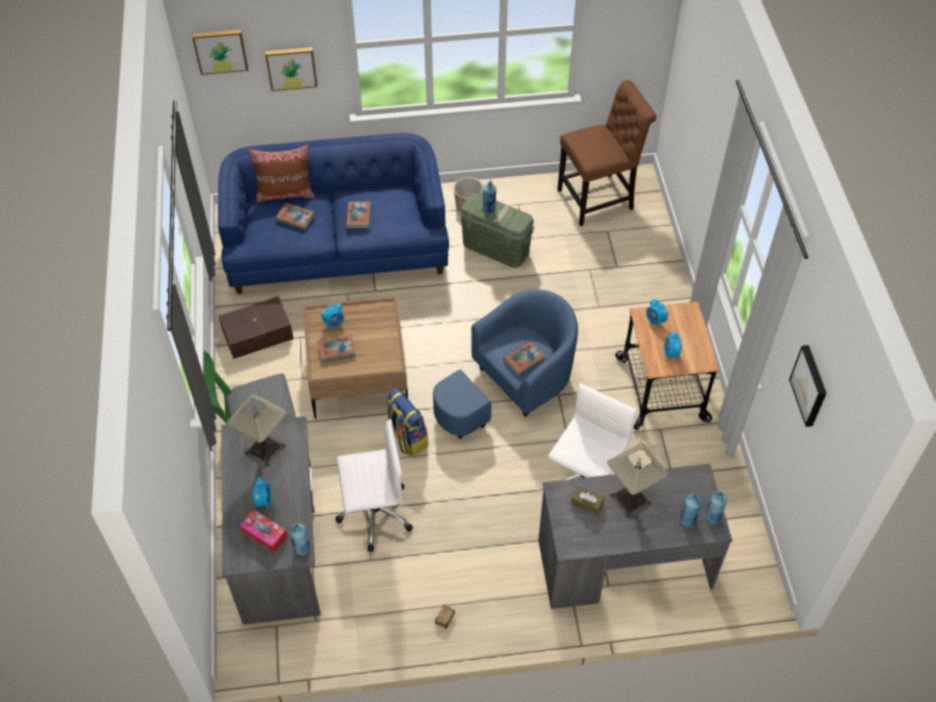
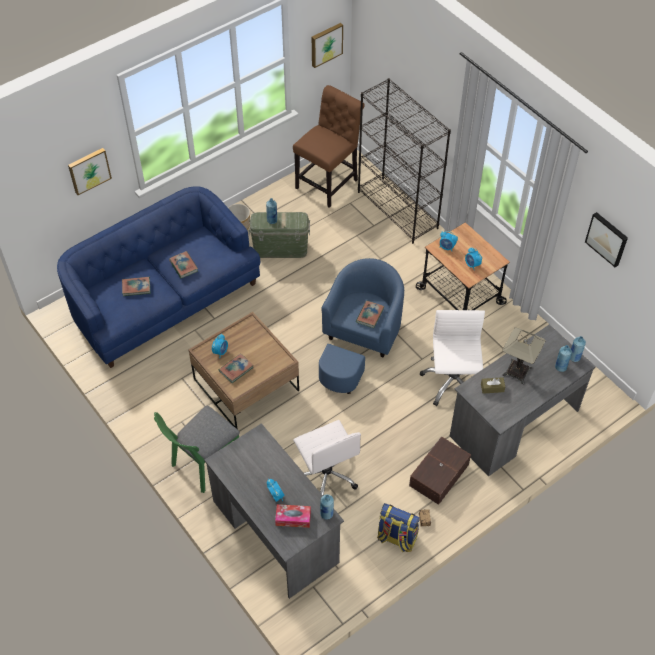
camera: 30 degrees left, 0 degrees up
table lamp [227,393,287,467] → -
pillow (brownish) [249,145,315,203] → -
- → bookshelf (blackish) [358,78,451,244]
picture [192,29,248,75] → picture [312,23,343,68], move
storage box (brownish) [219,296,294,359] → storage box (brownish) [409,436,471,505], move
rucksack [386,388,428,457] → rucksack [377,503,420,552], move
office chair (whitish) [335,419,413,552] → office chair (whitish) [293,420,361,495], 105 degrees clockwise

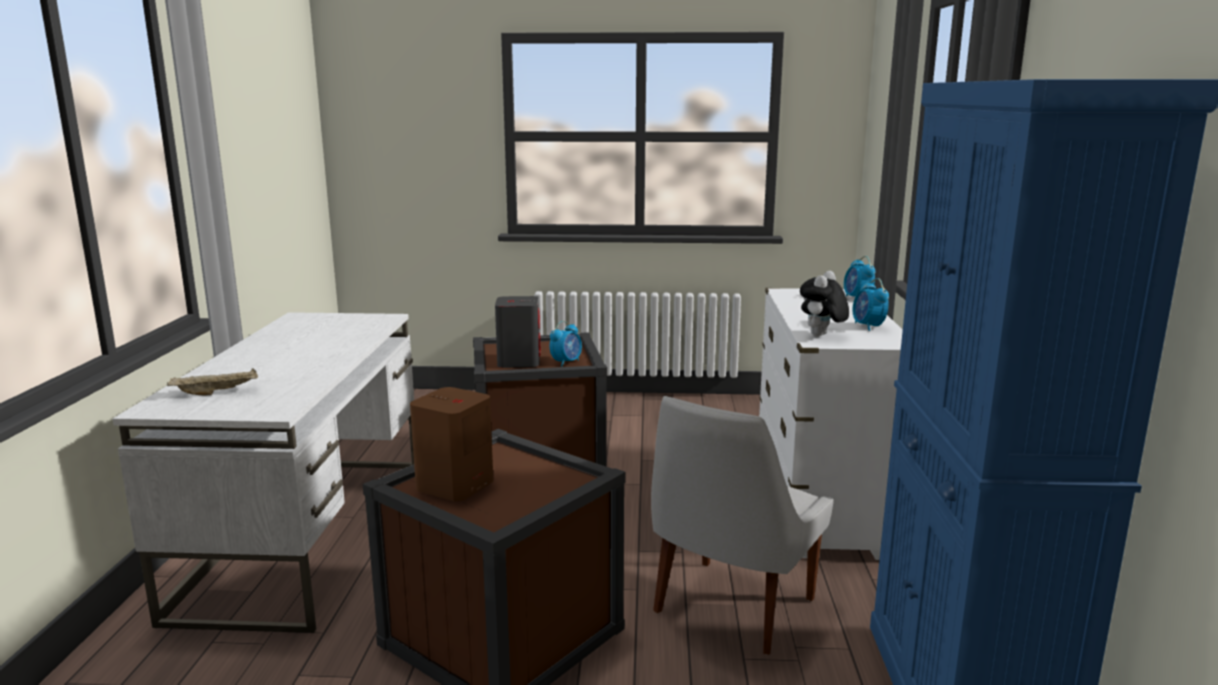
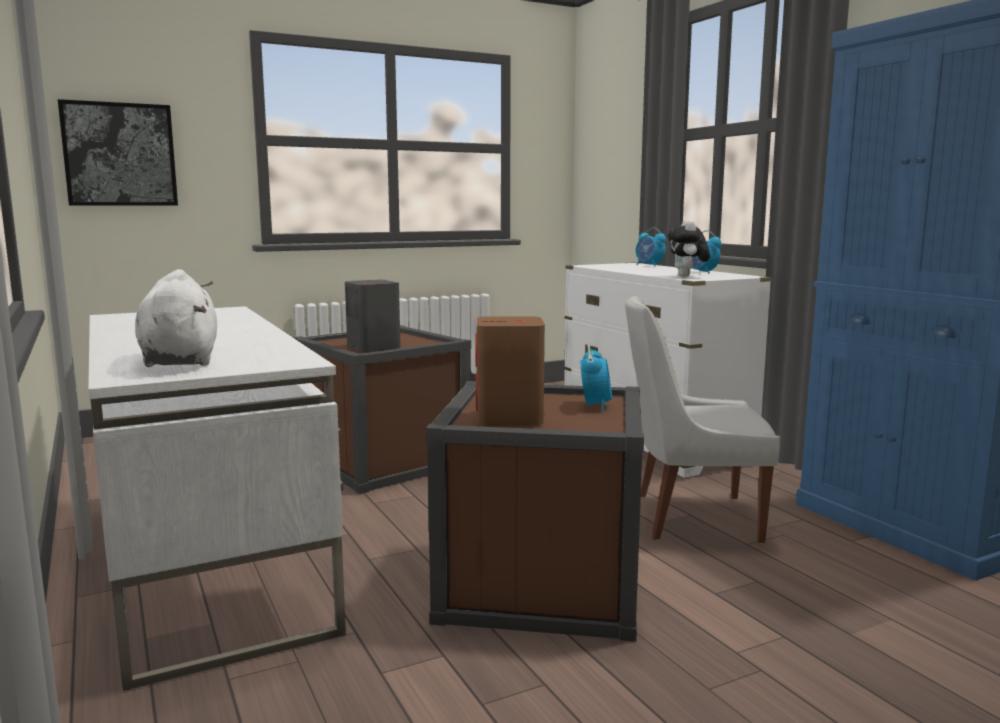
camera: 30 degrees left, 5 degrees down
- → picture [58,99,178,206]
table clock [550,321,582,367] → table clock [580,344,612,411], move
carrying tray (sand-coloured) [167,368,258,395] → plush toy (whitish) [135,269,217,367]
chair (whitish) [651,396,833,655] → chair (whitish) [625,295,780,543], 90 degrees clockwise

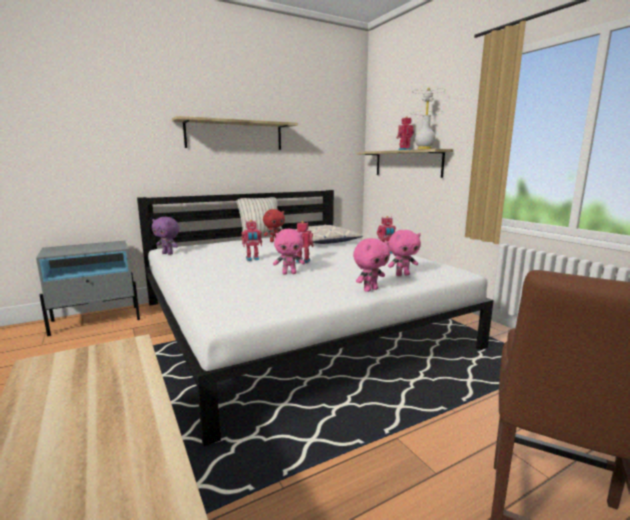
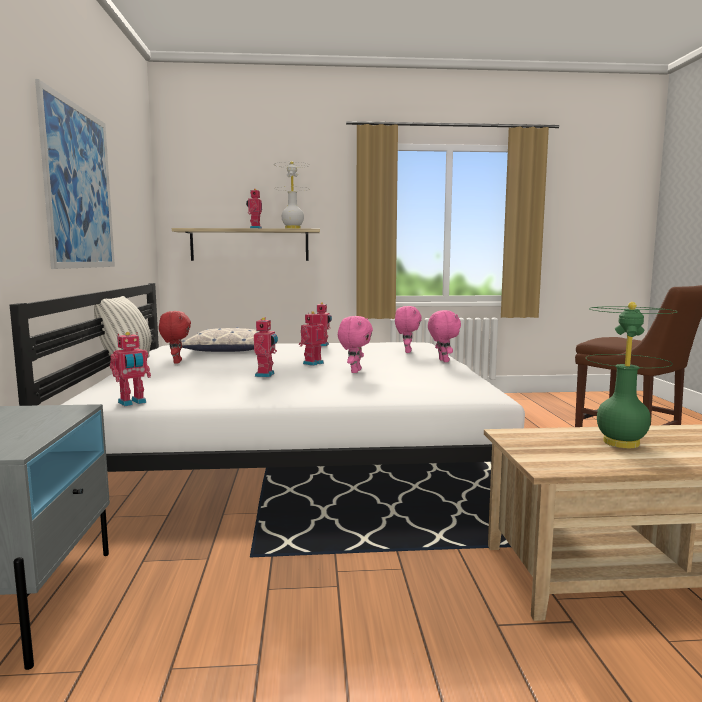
camera: 65 degrees left, 5 degrees down
- → table lamp (green-coloured) [586,302,677,448]
plush toy (purplish) [152,217,179,255] → robot figure [110,332,151,406]
shelf [172,116,298,150] → picture [35,79,115,269]

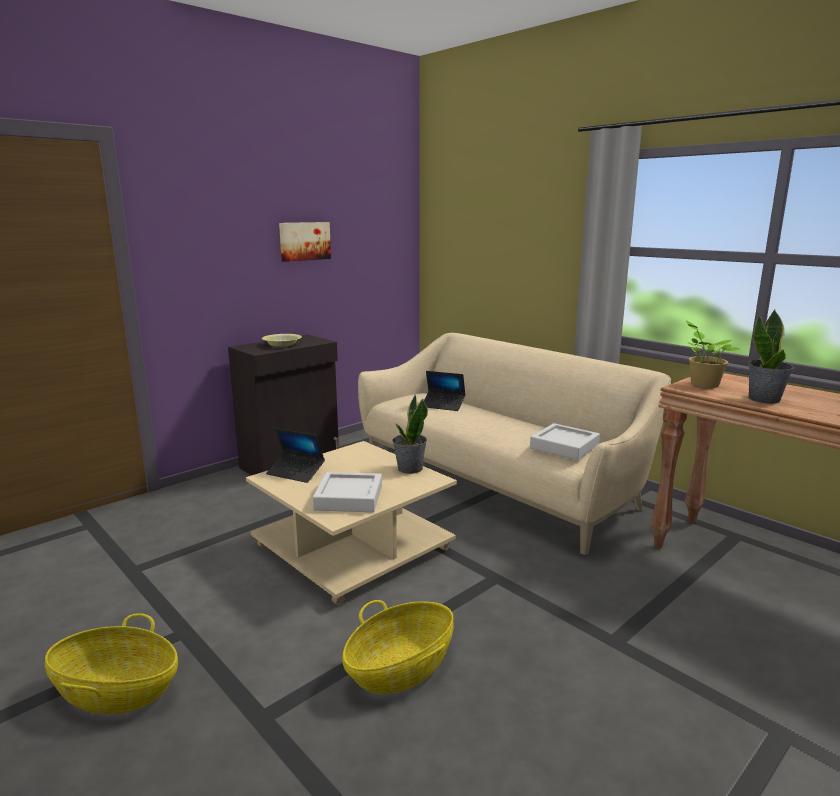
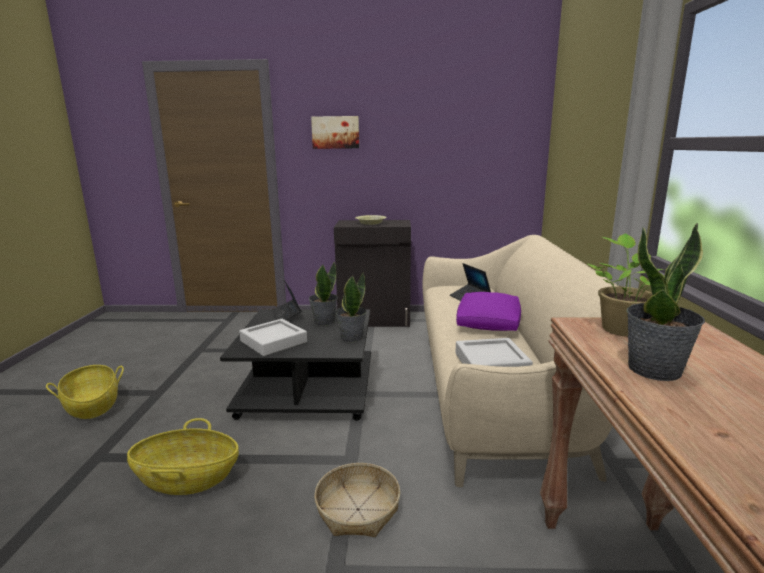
camera: 45 degrees right, 0 degrees up
- → potted plant [309,262,337,326]
- → household basket [314,463,400,537]
- → pillow (purplish) [456,292,521,331]
picture [279,222,331,262] → picture [311,116,359,149], move
lounge table (sand-coloured) [246,441,457,605] → lounge table (blackish) [220,309,371,421]

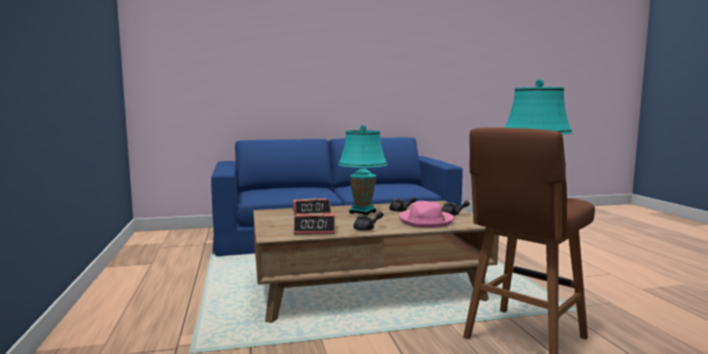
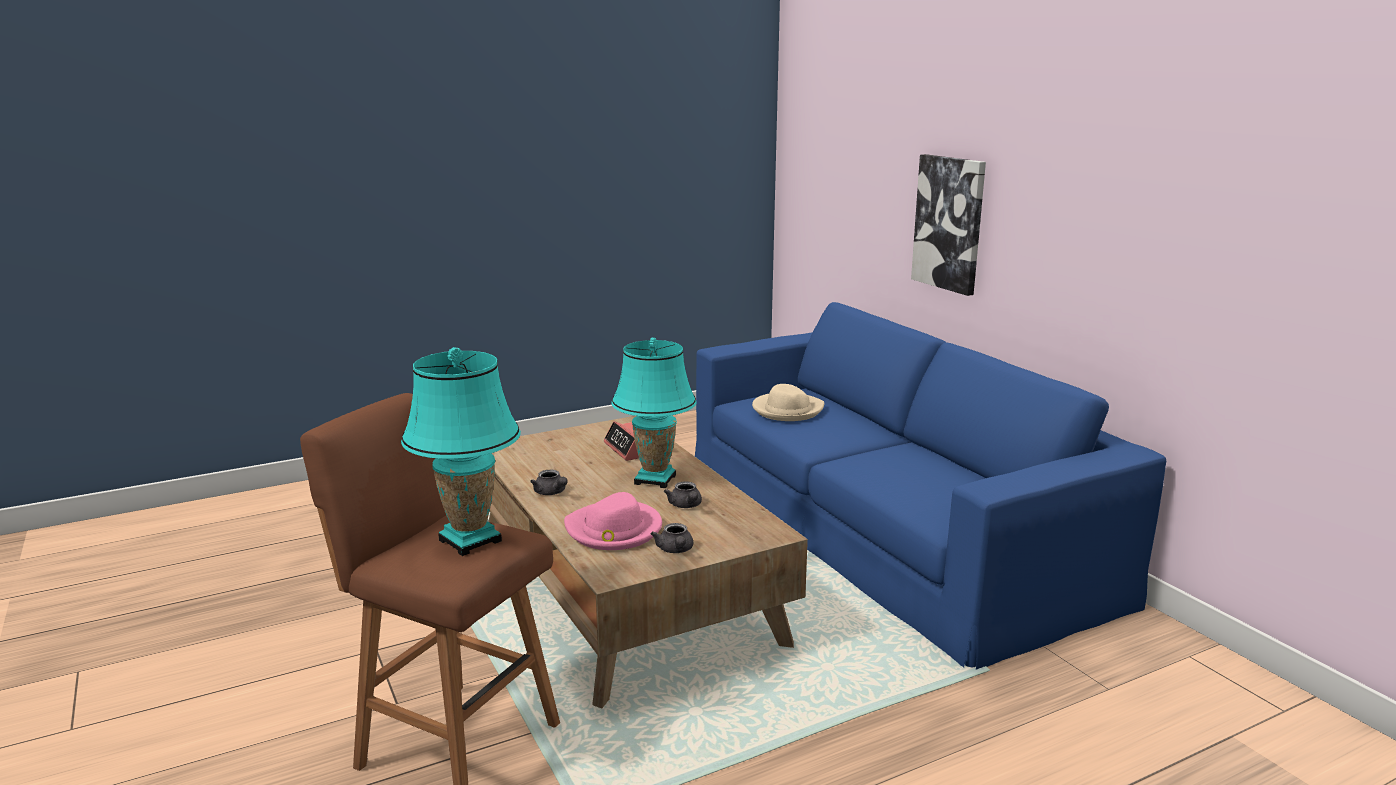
camera: 75 degrees right, 10 degrees up
table clock [294,213,335,234] → -
- → hat (sand-coloured) [752,384,825,421]
- → picture [911,154,986,296]

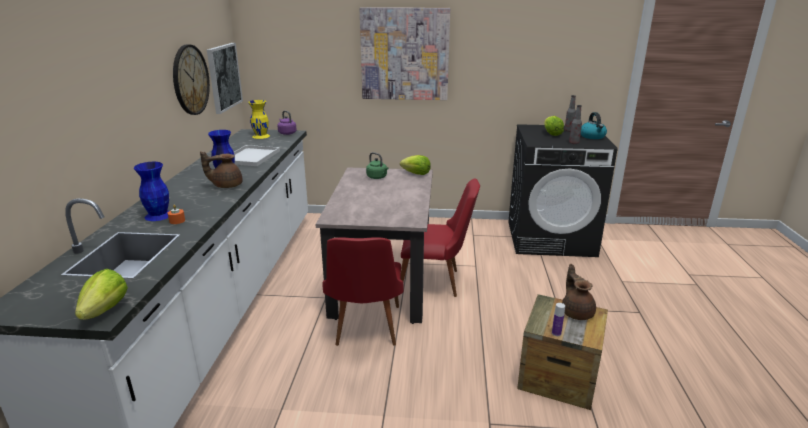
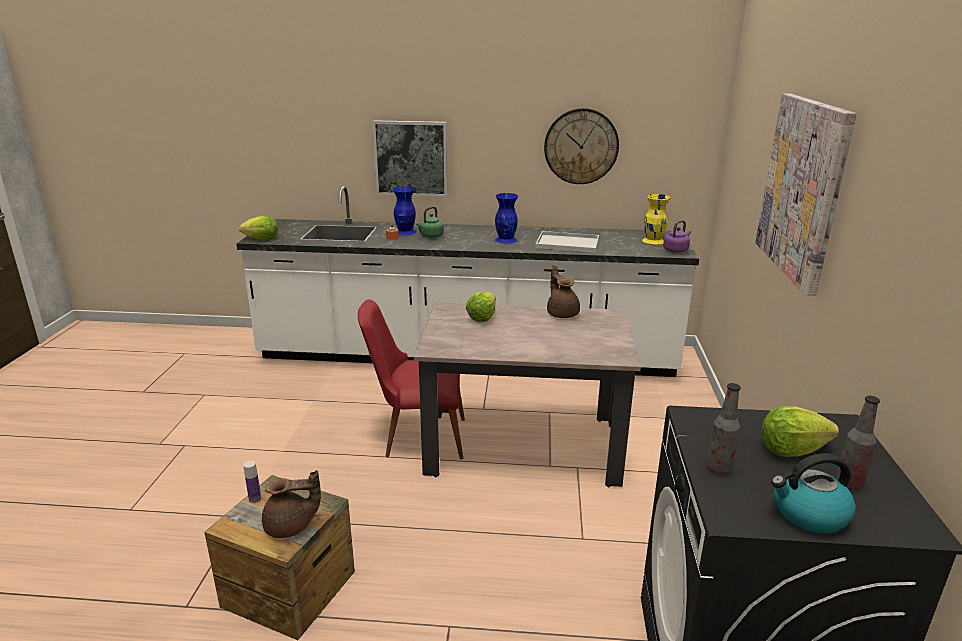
camera: 90 degrees right, 0 degrees up
chair (red-coloured) [401,179,480,297] → -
teapot (brownish) [200,151,243,188] → teapot (brownish) [547,265,580,318], move
picture [207,43,243,114] → picture [372,120,448,197], move
water kettle (green-coloured) [366,152,389,179] → water kettle (green-coloured) [416,207,444,238], move
lettuce head [400,155,430,175] → lettuce head [466,292,496,322], move

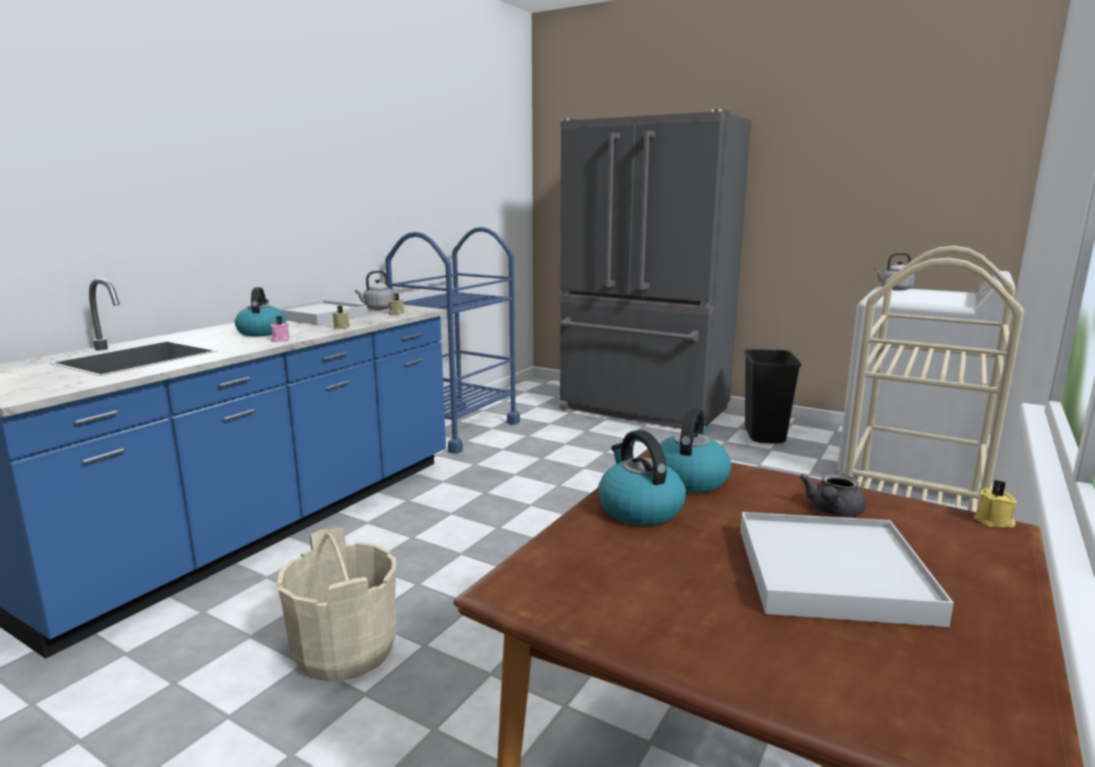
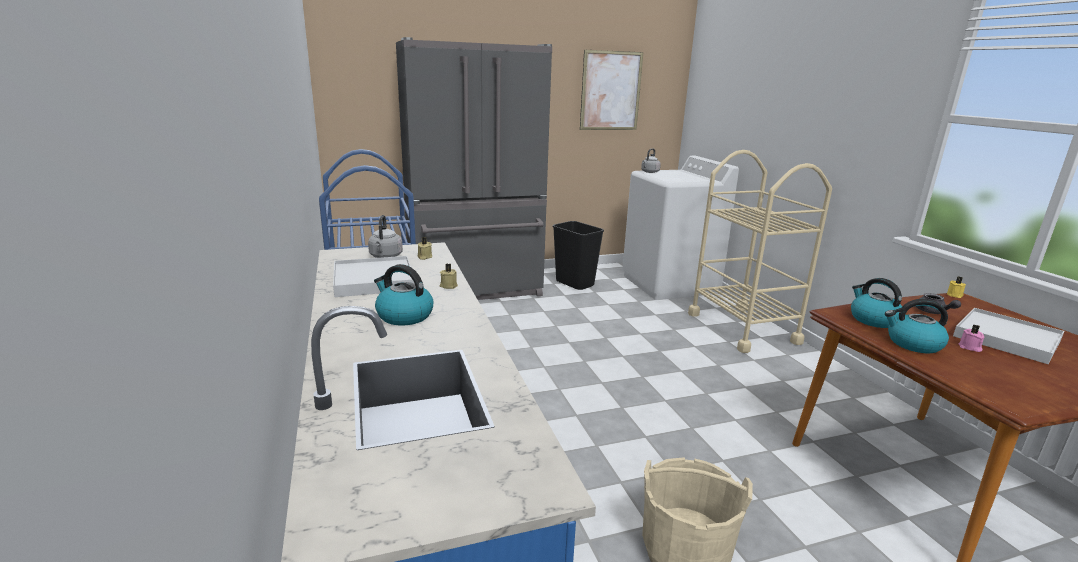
camera: 50 degrees left, 5 degrees up
- → picture [580,50,643,130]
wax light (pink-coloured) [271,316,289,342] → wax light (pink-coloured) [959,324,984,352], move

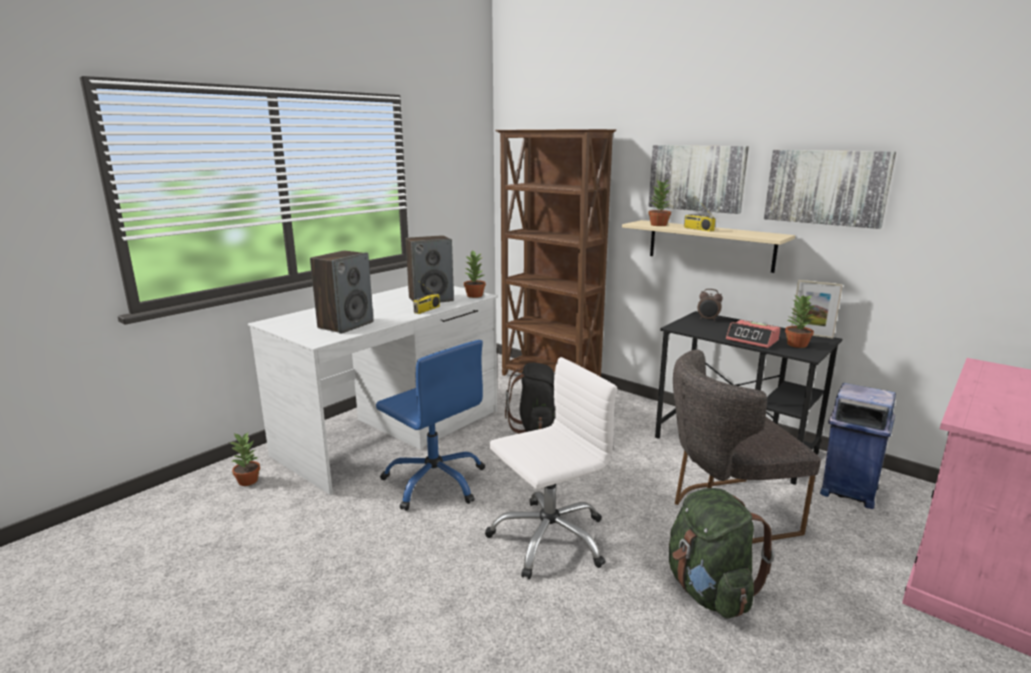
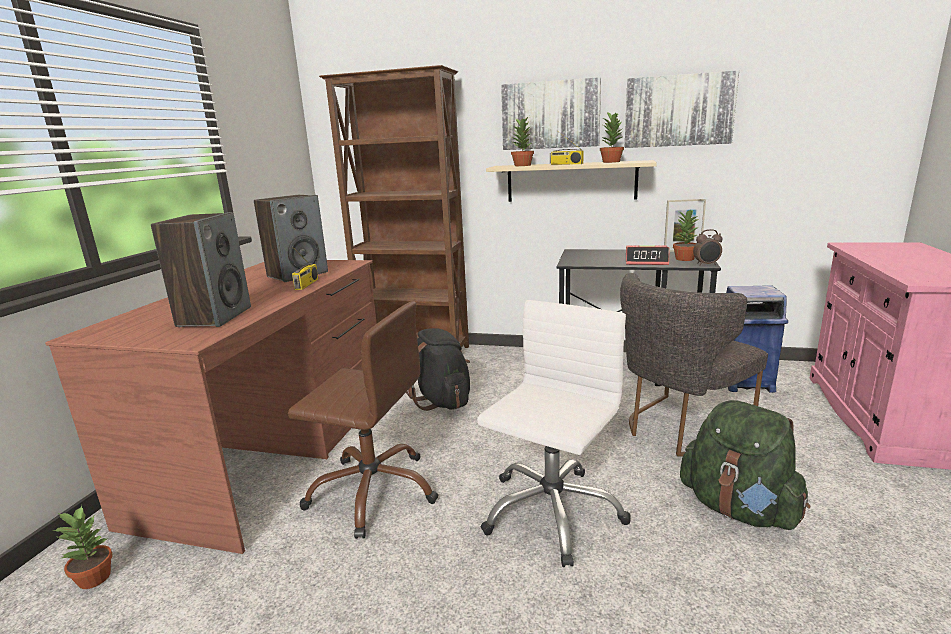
camera: 25 degrees left, 0 degrees up
potted plant [464,250,486,298] → potted plant [600,112,624,163], move
table clock [698,289,723,321] → table clock [693,229,723,266], move
desk (whitish) [248,286,498,495] → desk (brownish) [45,260,377,554]
office chair (blue) [376,340,485,511] → office chair (brownish) [288,301,439,539]

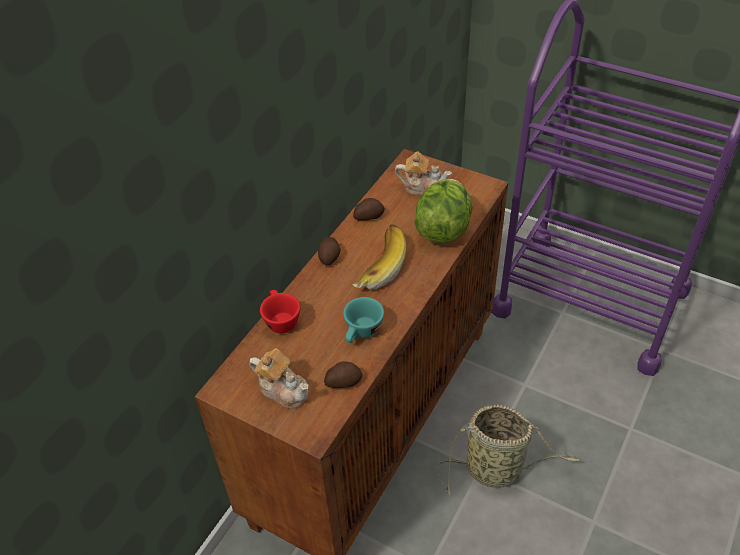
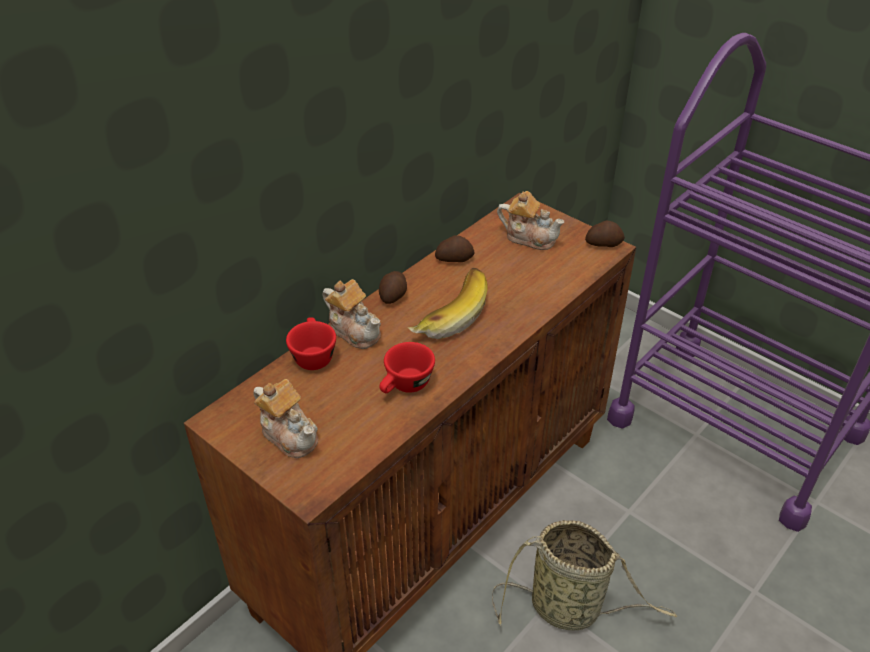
camera: 10 degrees right, 5 degrees down
lettuce head [414,179,472,243] → -
- → teapot [322,279,381,349]
potato [324,361,363,388] → potato [585,221,625,247], move
cup (turquoise-coloured) [343,297,384,343] → cup (red-coloured) [379,342,435,393]

